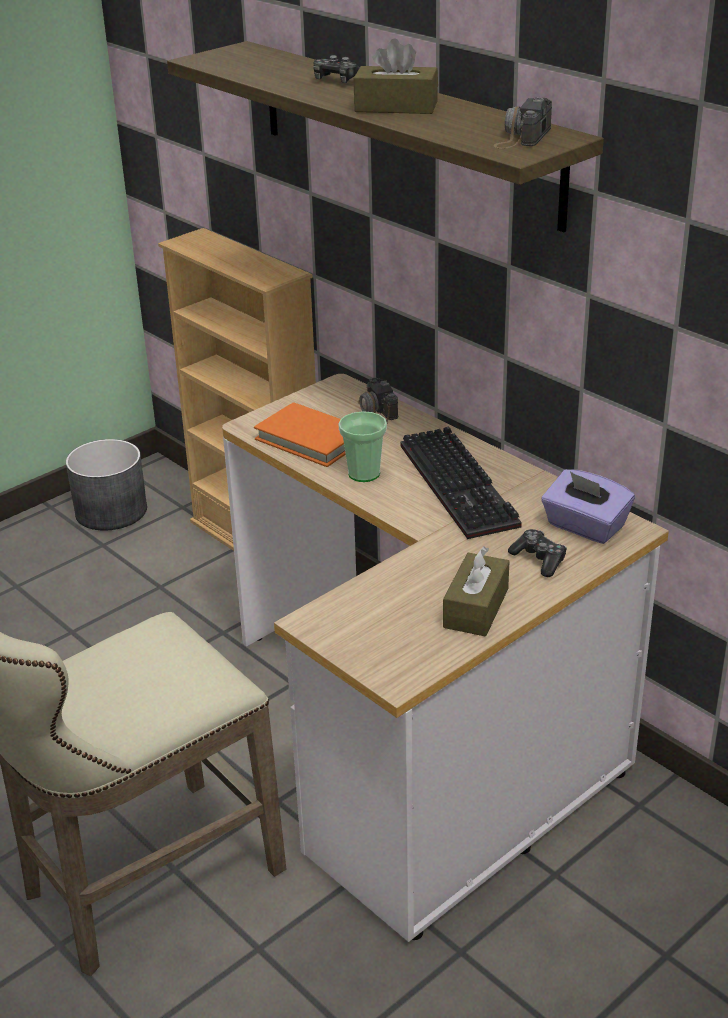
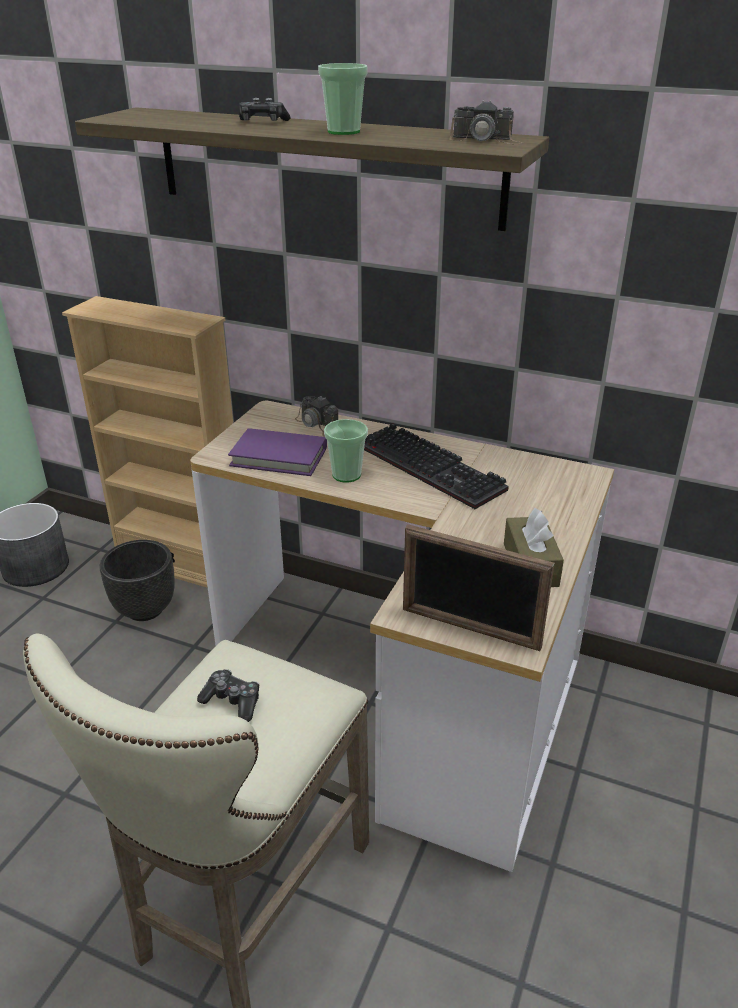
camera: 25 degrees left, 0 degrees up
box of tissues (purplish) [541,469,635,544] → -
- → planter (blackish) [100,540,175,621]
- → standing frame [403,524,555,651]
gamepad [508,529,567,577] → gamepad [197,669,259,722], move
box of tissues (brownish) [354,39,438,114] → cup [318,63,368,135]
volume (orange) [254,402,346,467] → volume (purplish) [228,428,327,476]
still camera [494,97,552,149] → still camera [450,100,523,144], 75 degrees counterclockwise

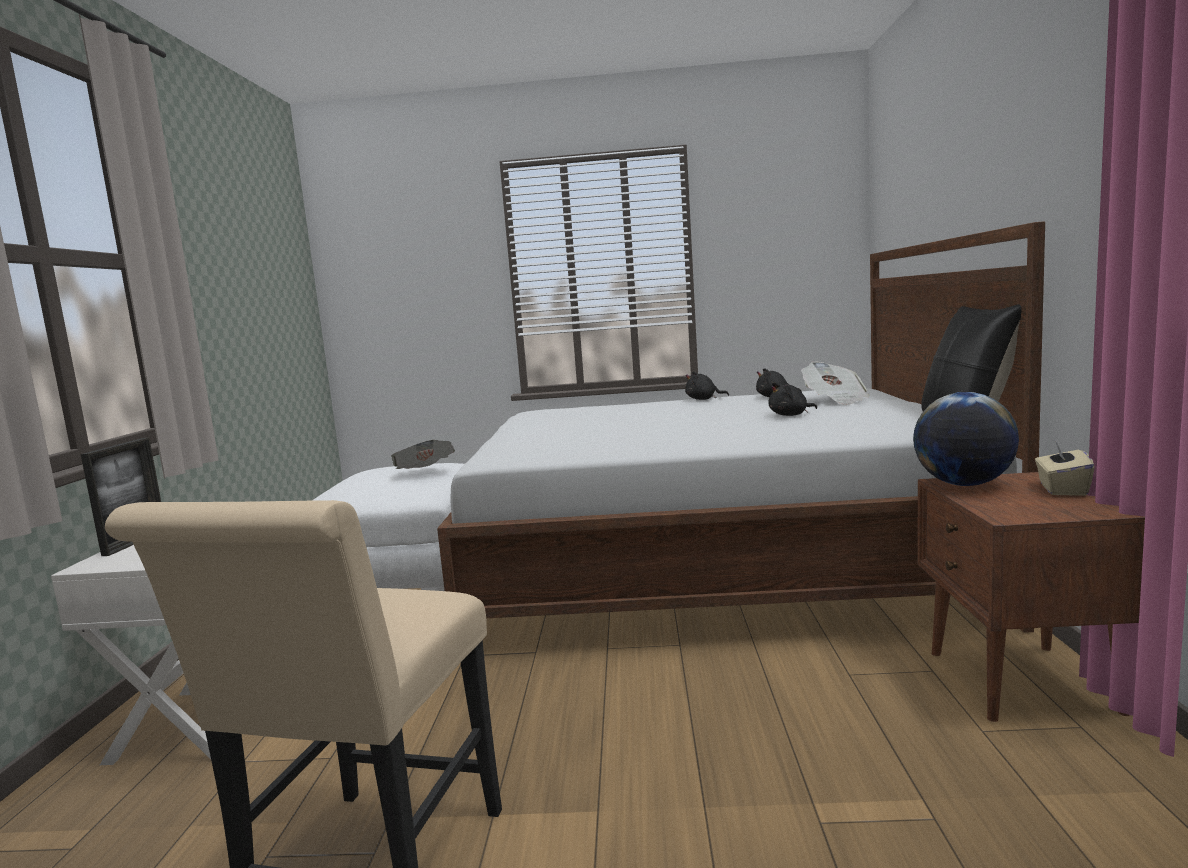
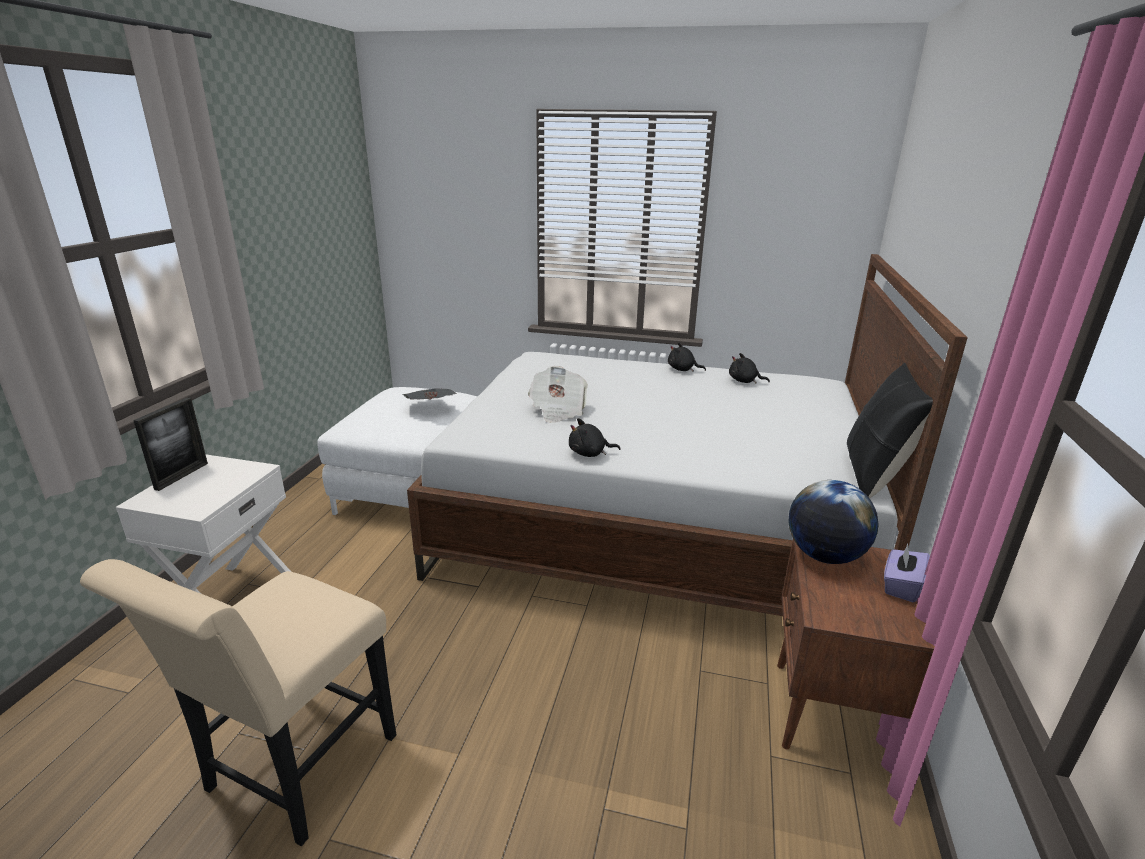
camera: 10 degrees right, 15 degrees up
plush toy (blackish) [768,382,817,416] → plush toy (blackish) [569,418,620,457], move
daily paper [801,362,870,405] → daily paper [528,366,588,423], move
box of tissues (sand-coloured) [1035,439,1095,496] → box of tissues (purplish) [884,544,930,602]

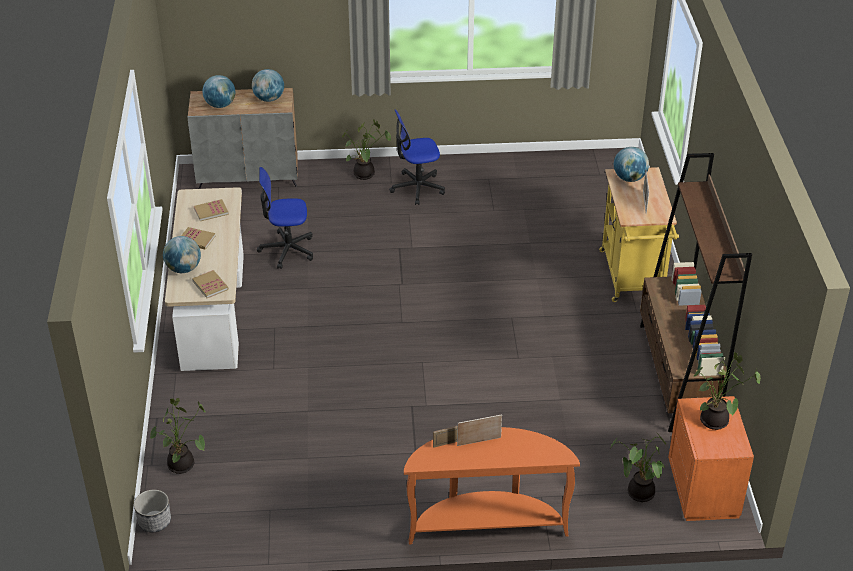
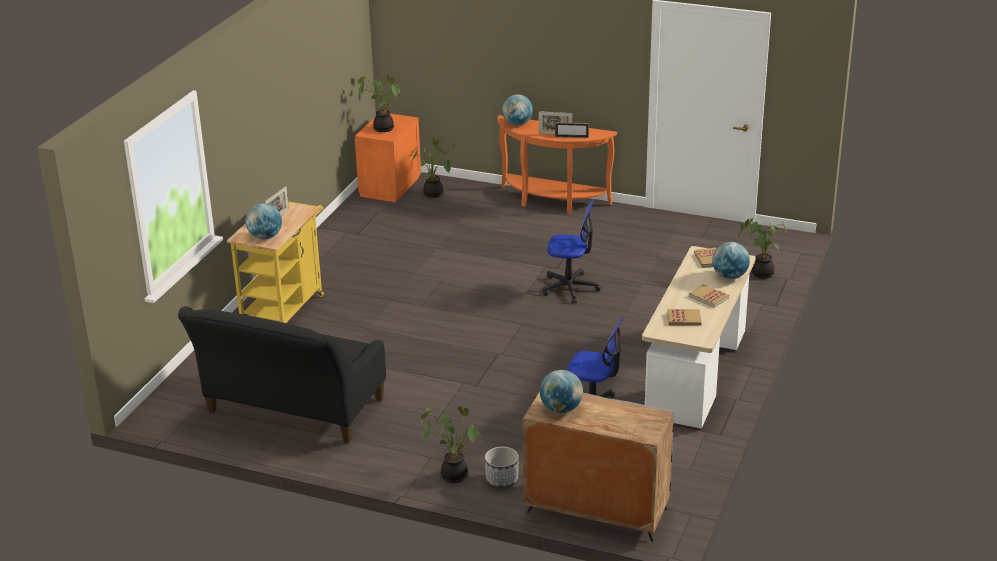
camera: 155 degrees left, 10 degrees down
bookshelf (brownish) [640,153,752,432] → -
- → couch (blackish) [178,306,386,443]
planter [134,490,171,532] → planter [485,447,519,488], move
desk globe [202,75,235,108] → desk globe [502,94,533,125], move
office chair [389,109,445,205] → office chair [542,199,601,304], move

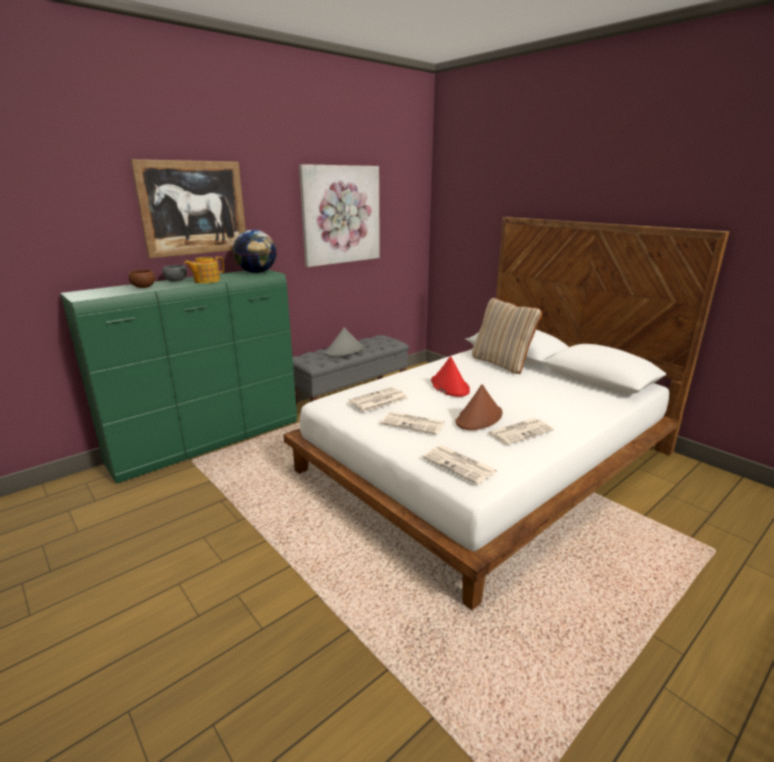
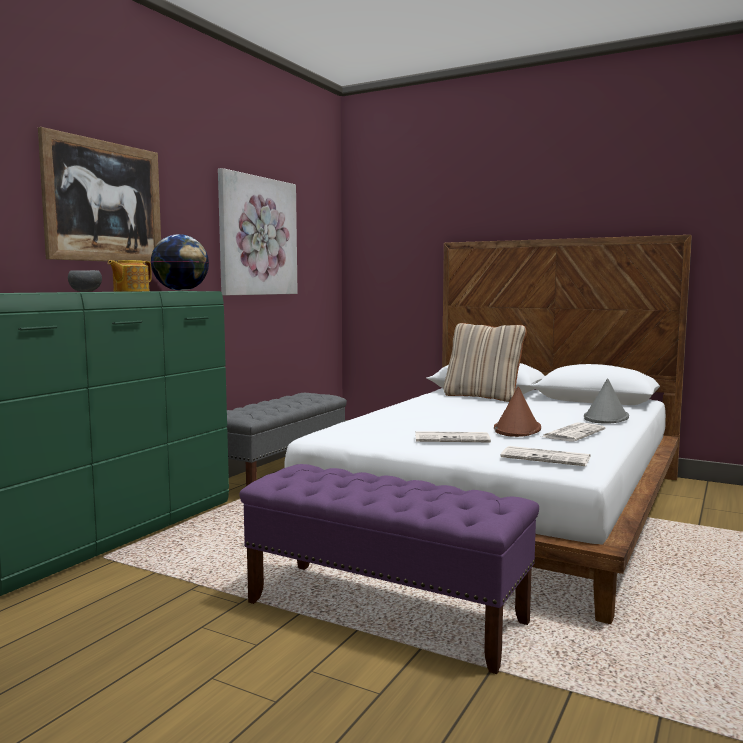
camera: 20 degrees left, 15 degrees down
deep dish (brownish) [128,270,155,288] → -
daily paper [349,387,408,412] → -
hat (red-coloured) [431,356,470,397] → -
- → long seat (purplish) [240,464,539,674]
hat (greyish) [325,327,364,356] → hat (greyish) [584,378,629,424], move

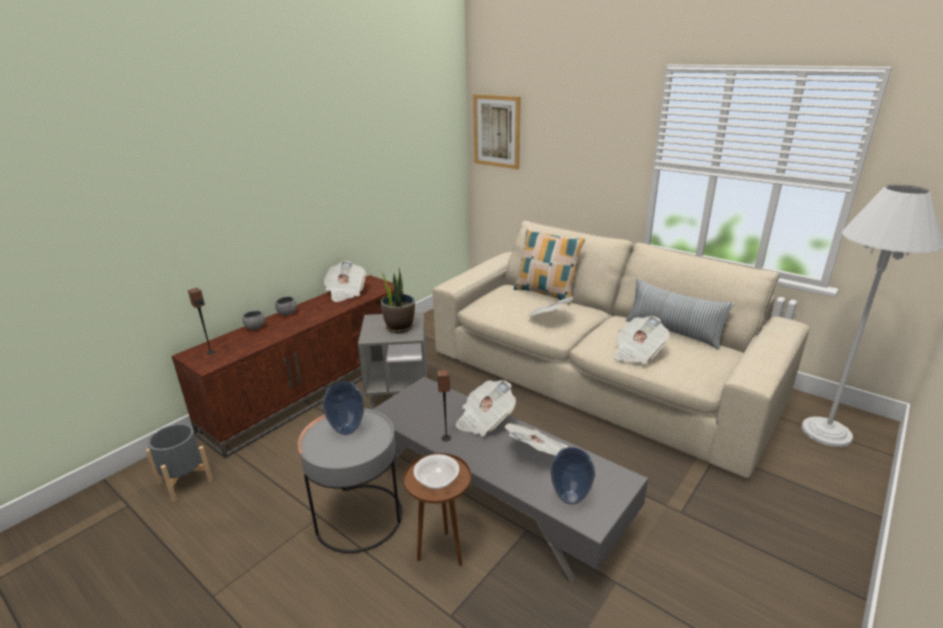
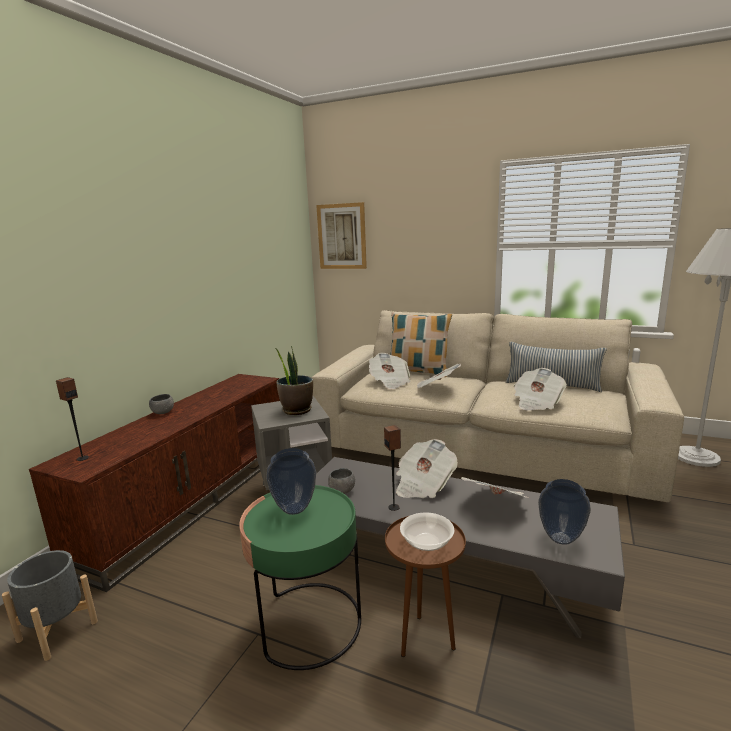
camera: 15 degrees left, 10 degrees down
deep dish (greyish) [243,311,265,330] → deep dish (greyish) [328,468,355,494], move
daily paper [323,261,366,302] → daily paper [369,353,411,389], move
end table (greyish) [298,408,403,553] → end table (green-coloured) [239,485,361,670]

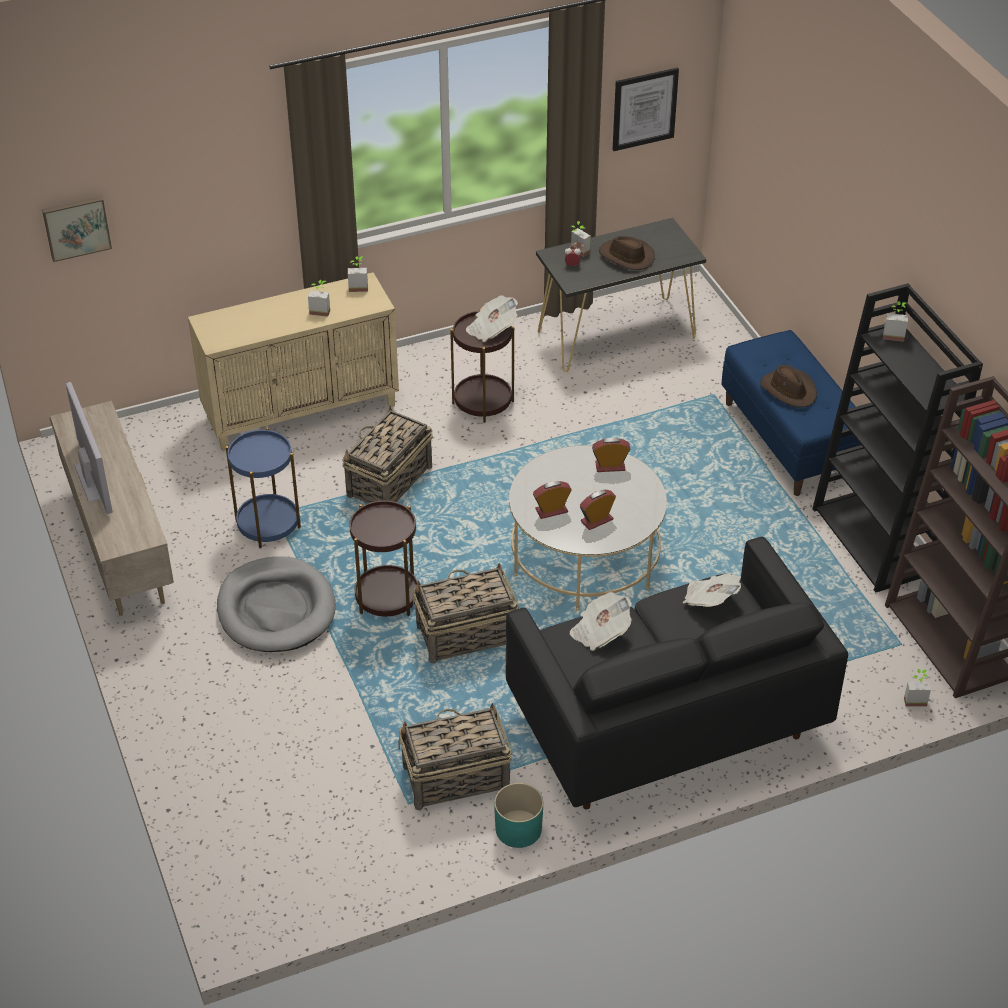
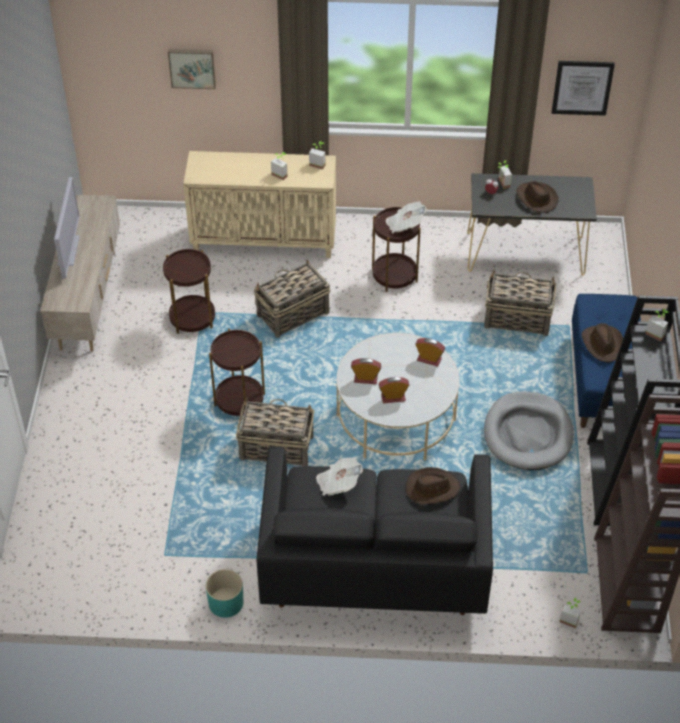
camera: 25 degrees right, 5 degrees up
picture [42,196,112,262] → picture [168,49,216,89], move
dog bed (greyish) [217,556,336,652] → dog bed (greyish) [484,391,574,470], move
household basket [399,703,512,811] → household basket [484,270,556,336], move
daily paper [683,573,741,607] → hat (brownish) [406,467,460,505]
end table (blue) [226,428,301,548] → end table (brownish) [163,249,215,334]

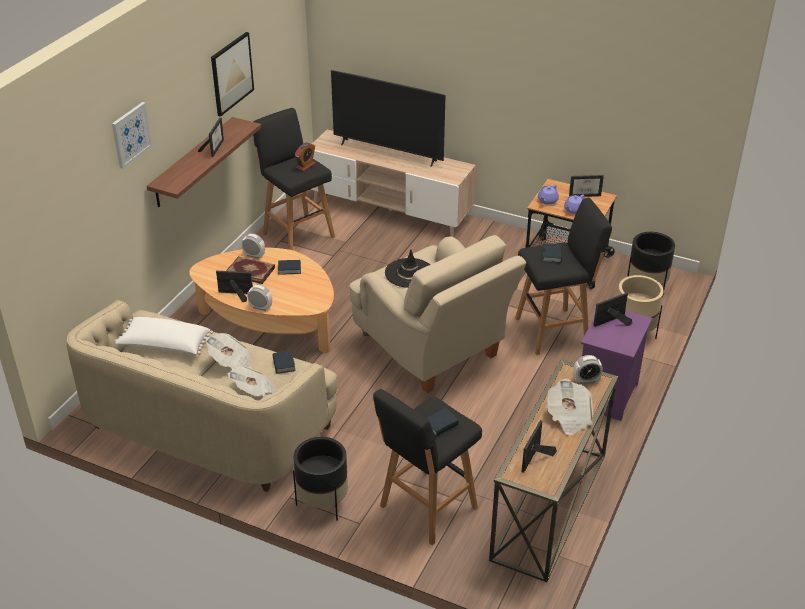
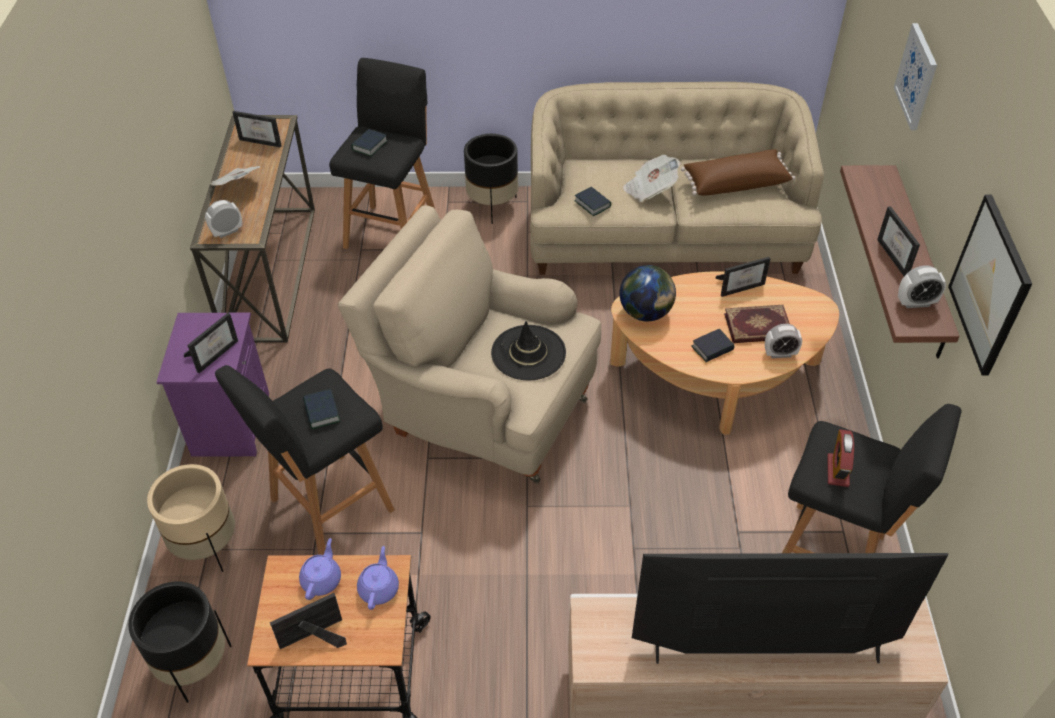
camera: 155 degrees right, 10 degrees up
daily paper [227,365,277,397] → -
- → desk globe [619,265,676,321]
table clock [247,285,272,311] → table clock [898,266,946,308], move
pillow (whitish) [115,317,213,355] → pillow (brownish) [681,149,795,196]
standing frame [522,420,557,473] → standing frame [232,111,282,148], 105 degrees clockwise

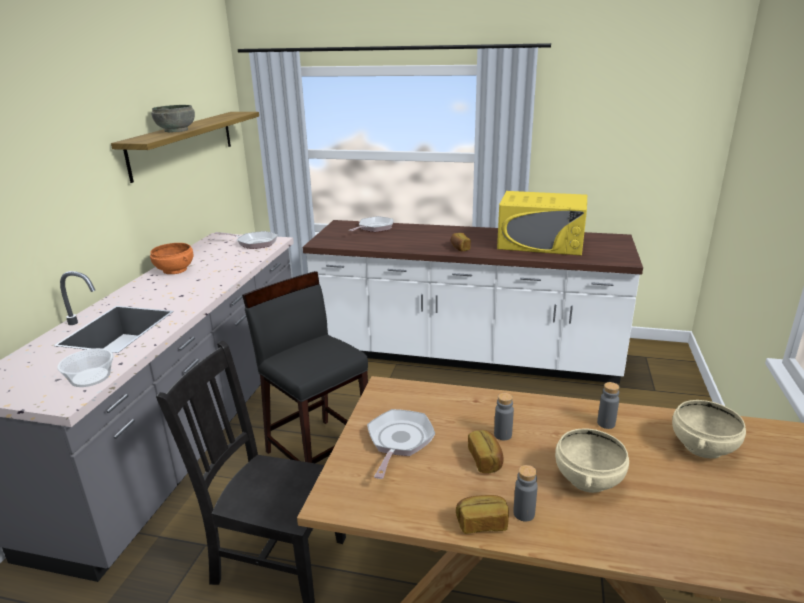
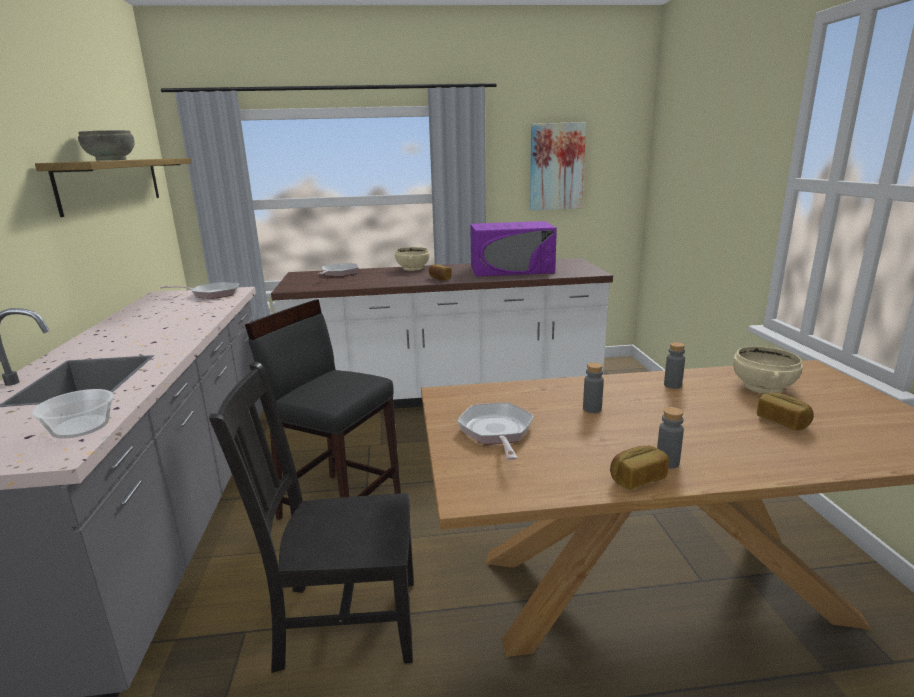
camera: 20 degrees left, 5 degrees down
deep dish (orange) [150,243,193,274] → -
- → picture [530,122,586,210]
bakery bread [468,430,504,473] → bakery bread [757,392,814,430], move
deep dish (sand-coloured) [555,428,629,493] → deep dish (sand-coloured) [395,247,429,271], move
microwave oven (yellow-coloured) [497,191,587,256] → microwave oven (purplish) [470,221,557,276]

